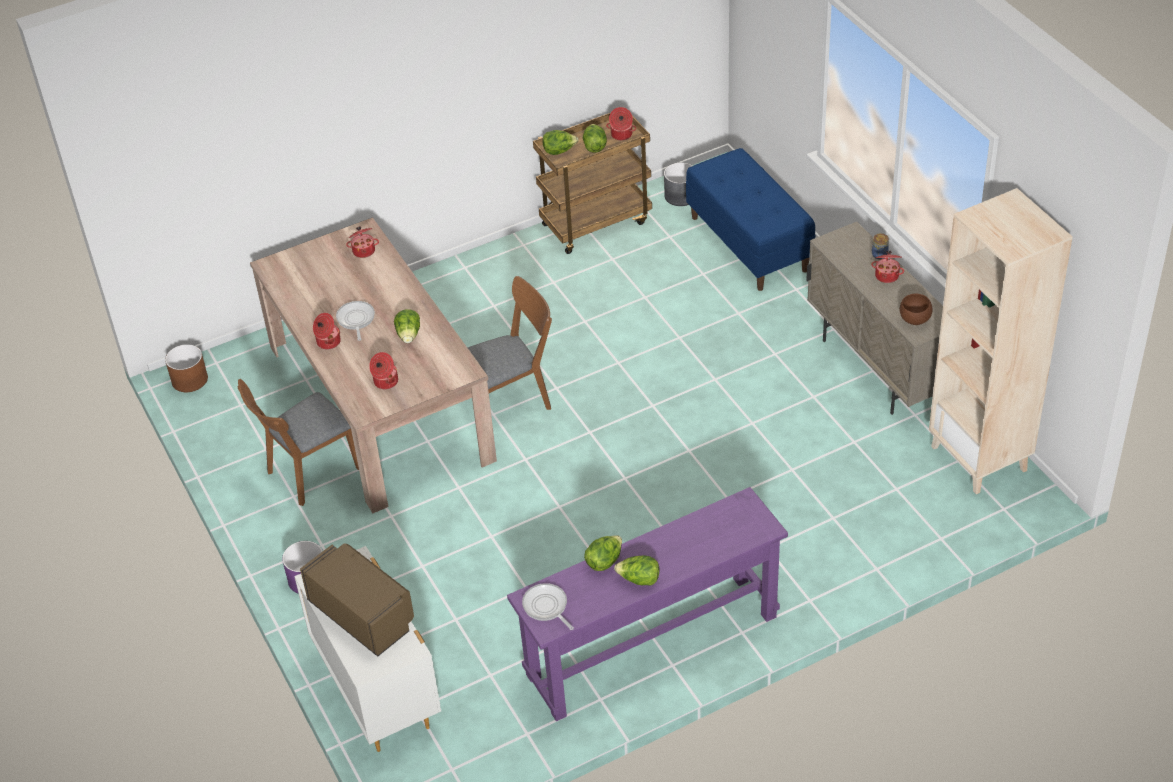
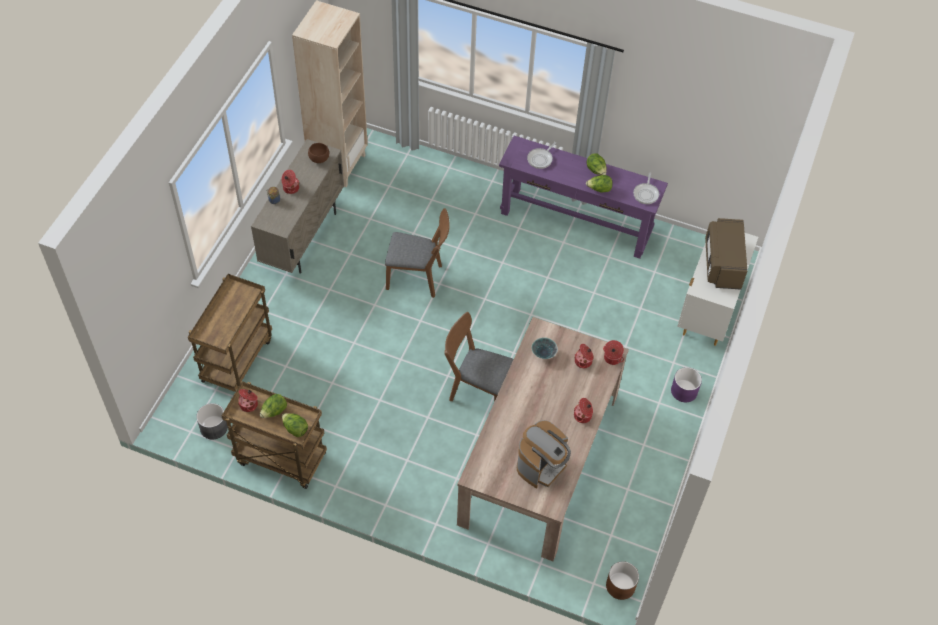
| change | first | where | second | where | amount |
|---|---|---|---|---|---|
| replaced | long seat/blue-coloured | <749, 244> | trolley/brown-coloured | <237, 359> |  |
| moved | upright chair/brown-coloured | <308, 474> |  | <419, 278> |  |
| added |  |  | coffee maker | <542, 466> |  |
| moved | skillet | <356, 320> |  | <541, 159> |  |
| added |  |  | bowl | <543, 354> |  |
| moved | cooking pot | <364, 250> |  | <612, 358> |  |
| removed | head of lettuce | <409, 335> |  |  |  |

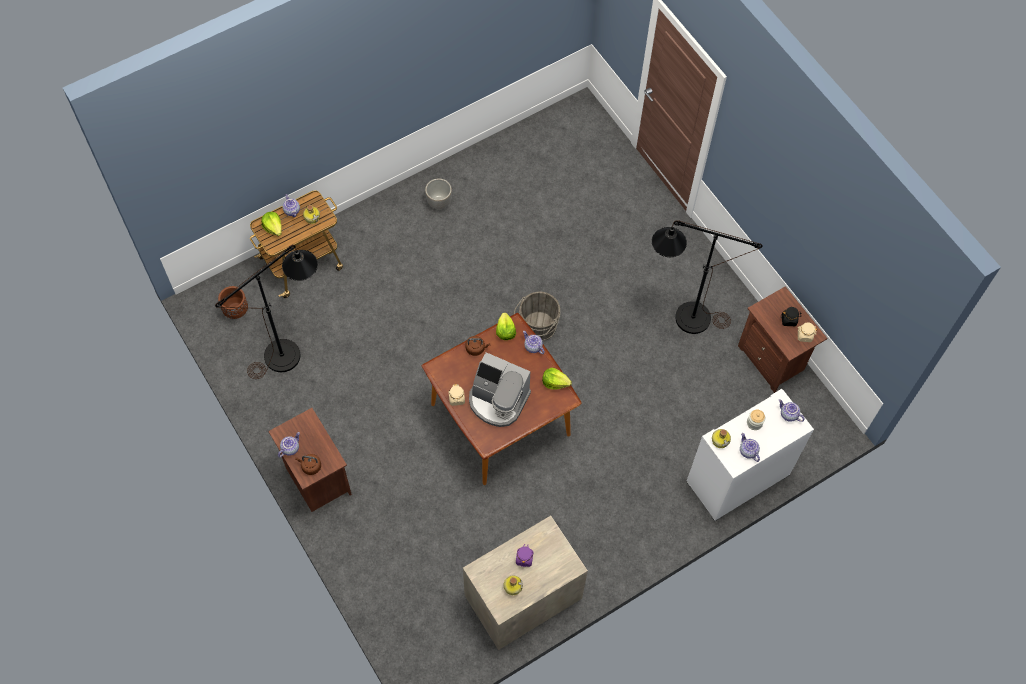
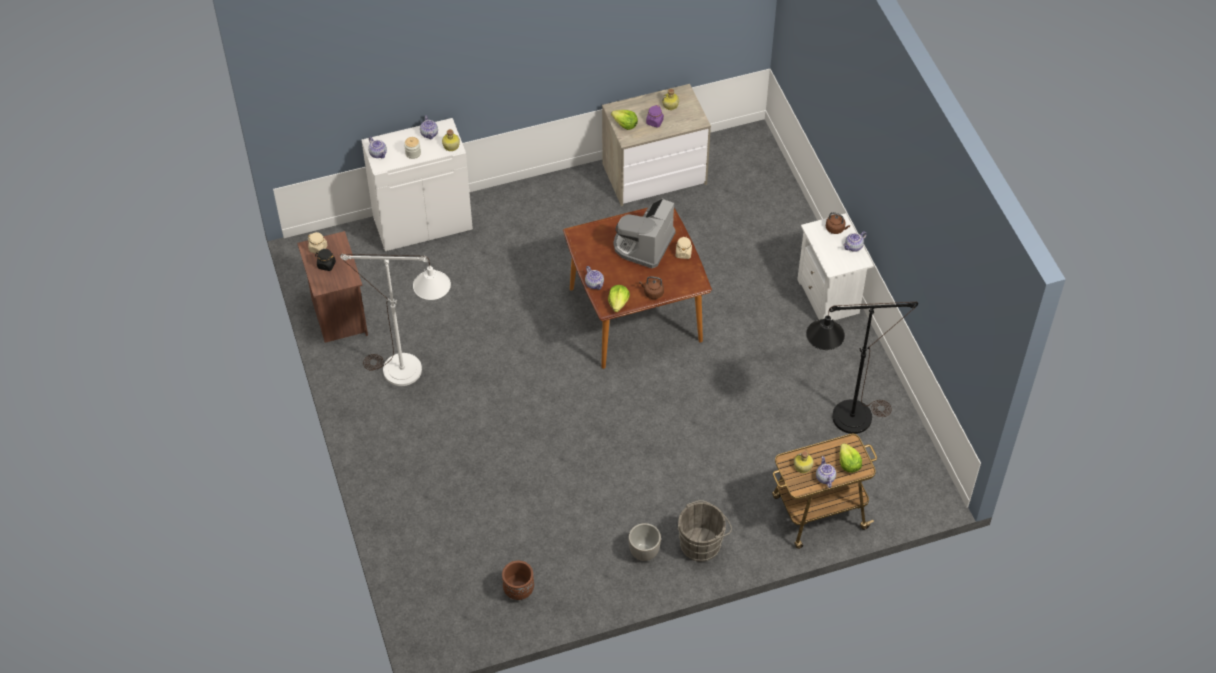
| change | first | where | second | where | amount |
|---|---|---|---|---|---|
| recoloured | standard lamp/black | <682, 317> | standard lamp/white-coloured | <413, 373> |  |
| moved | plant pot/brown-coloured | <236, 310> |  | <519, 590> |  |
| moved | head of lettuce | <555, 382> |  | <625, 124> |  |
| turned | coffee maker | <498, 400> |  | <643, 244> | 105 degrees counterclockwise |
| moved | water bucket/gray | <537, 328> |  | <702, 543> |  |
| recoloured | nightstand/brown-coloured | <316, 479> | nightstand/white-coloured | <829, 298> |  |

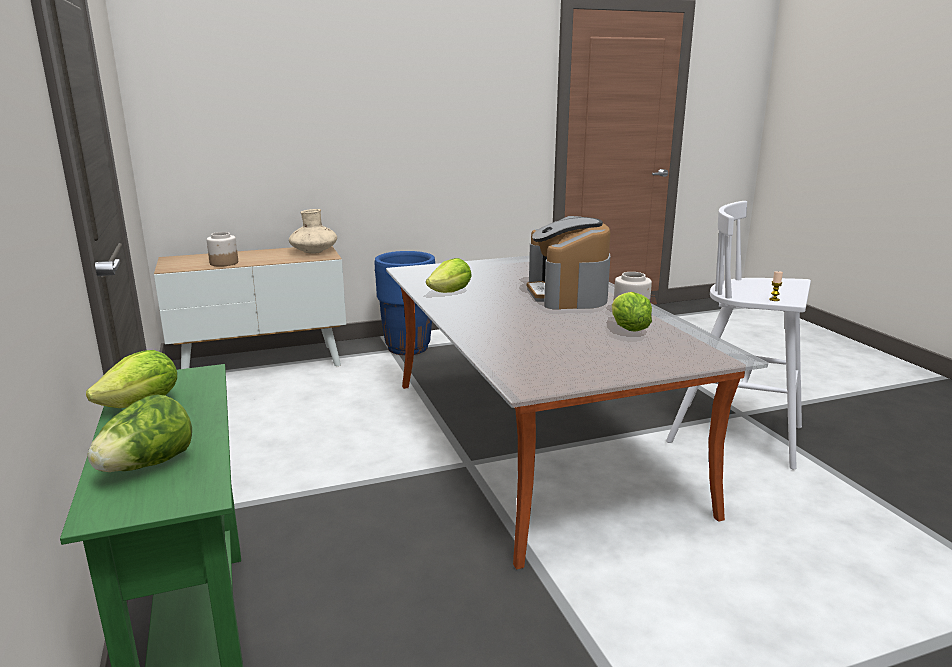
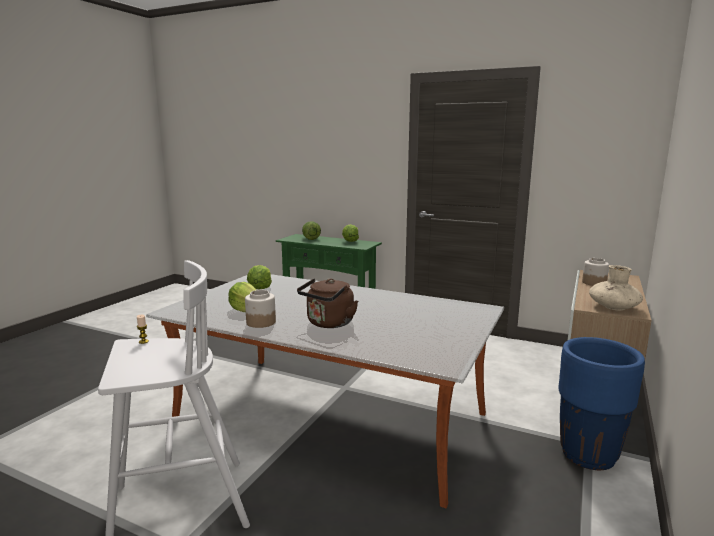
| change | first | where | second | where | amount |
|---|---|---|---|---|---|
| moved | head of lettuce | <450, 292> |  | <260, 288> |  |
| replaced | coffee maker | <567, 294> | tea kettle/brown-coloured | <328, 324> |  |

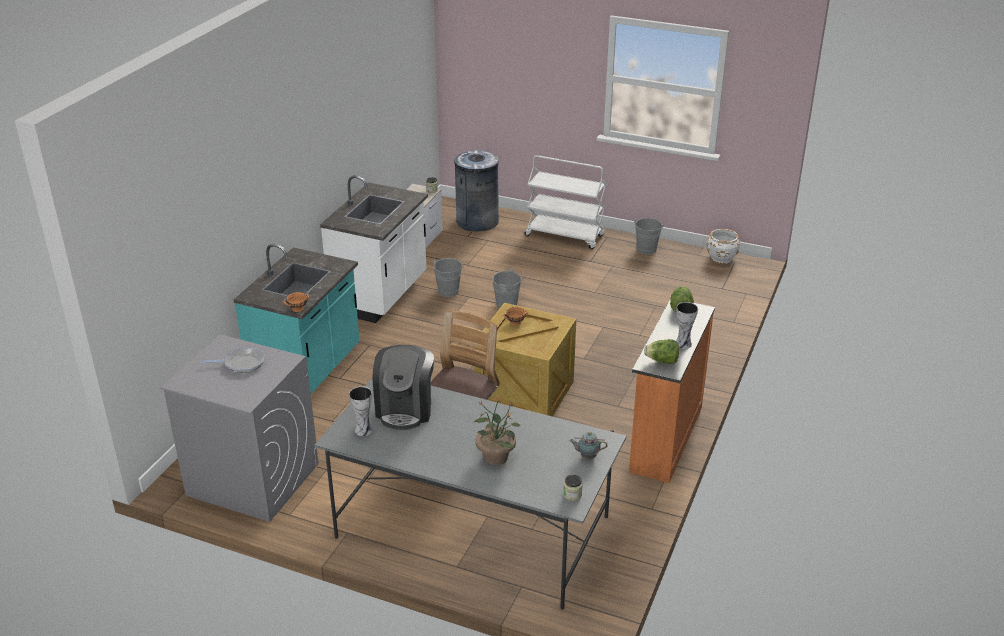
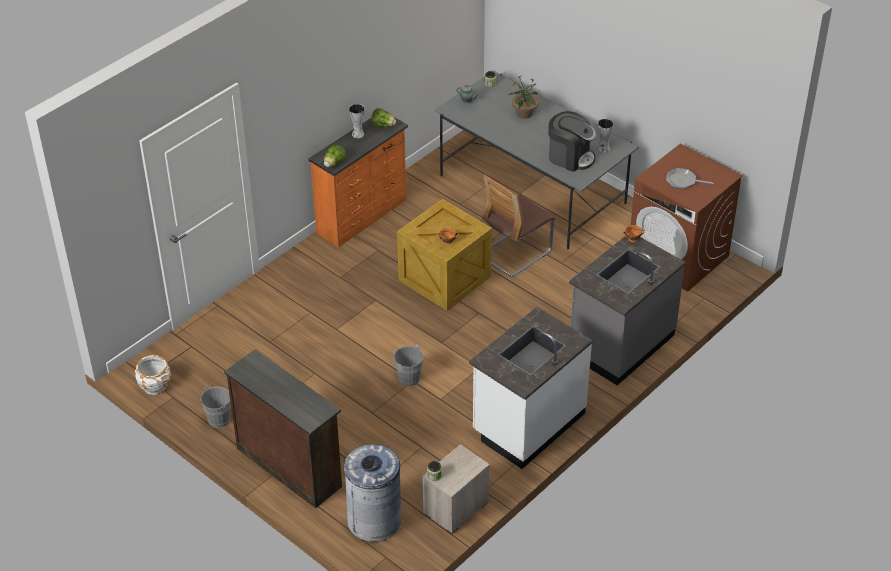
| change | first | where | second | where | amount |
|---|---|---|---|---|---|
| replaced | trolley/white-coloured | <565, 236> | dresser/brown-coloured | <289, 466> |  |
| turned | coffee maker | <405, 409> |  | <570, 157> | 90 degrees clockwise |
| recoloured | kitchen base unit/turquoise | <308, 372> | kitchen base unit/gray | <620, 344> |  |
| recoloured | washing machine/gray | <252, 479> | washing machine/brown-coloured | <678, 257> |  |
| removed | water bucket/gray | <449, 290> |  |  |  |

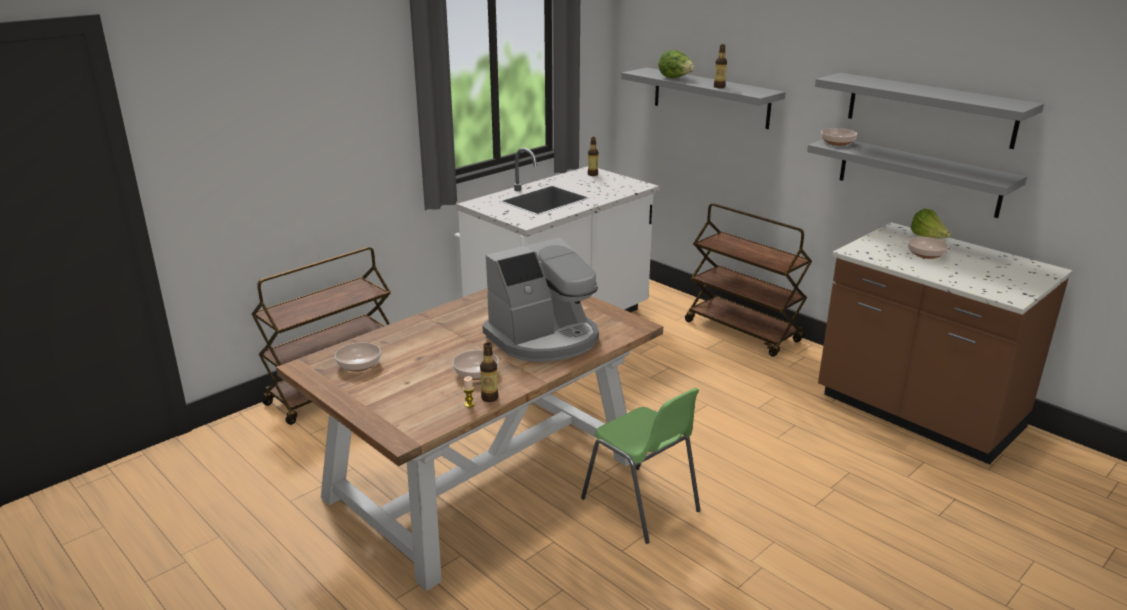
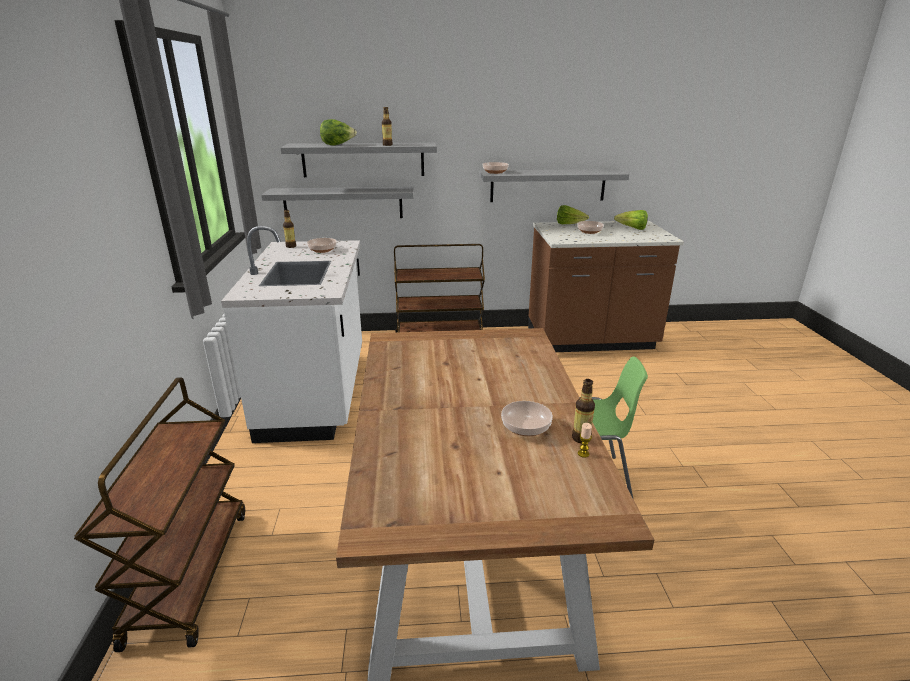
| change | first | where | second | where | amount |
|---|---|---|---|---|---|
| moved | bracket shelf/gray | <930, 109> |  | <343, 203> |  |
| moved | bowl | <360, 365> |  | <322, 250> |  |
| added |  |  | head of lettuce | <632, 229> |  |
| removed | coffee maker | <544, 338> |  |  |  |

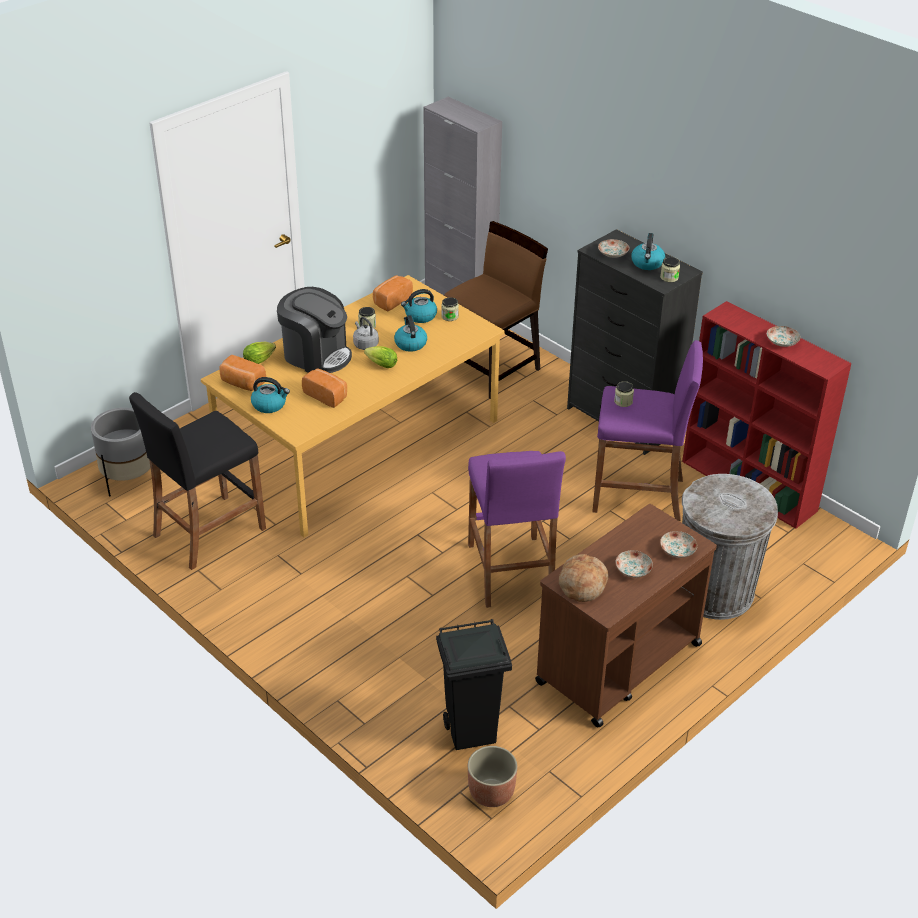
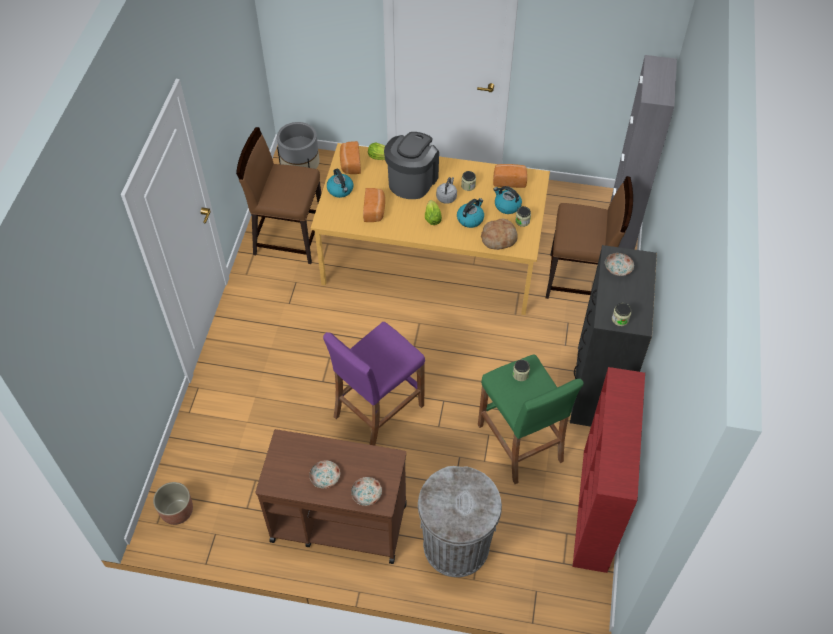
| change | first | where | second | where | amount |
|---|---|---|---|---|---|
| replaced | sitting stool/black | <208, 532> | upright chair/brown-coloured | <288, 237> |  |
| turned | coffee maker | <316, 355> |  | <412, 180> | 150 degrees counterclockwise |
| recoloured | sitting stool/purple-coloured | <638, 495> | sitting stool/green-coloured | <520, 443> |  |
| moved | bakery bread | <582, 584> |  | <499, 238> |  |
| removed | rubbish bin/black | <472, 732> |  |  |  |
| removed | tea kettle | <647, 263> |  |  |  |
| removed | plate | <782, 342> |  |  |  |

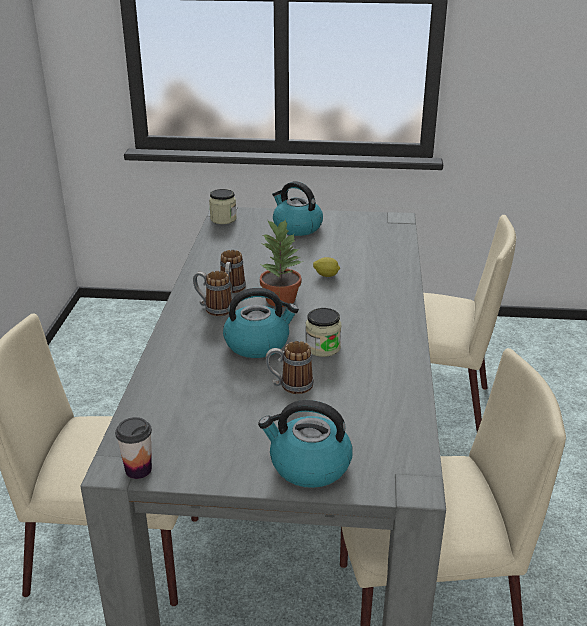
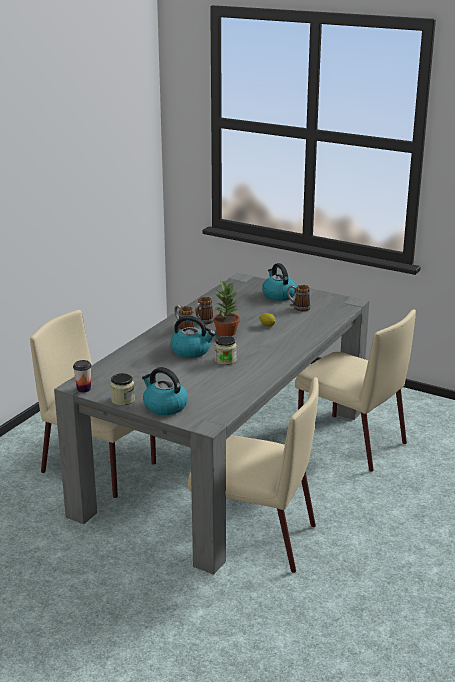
| change | first | where | second | where | amount |
|---|---|---|---|---|---|
| moved | storage jar | <223, 219> |  | <123, 400> |  |
| moved | coffee mug | <289, 386> |  | <298, 308> |  |

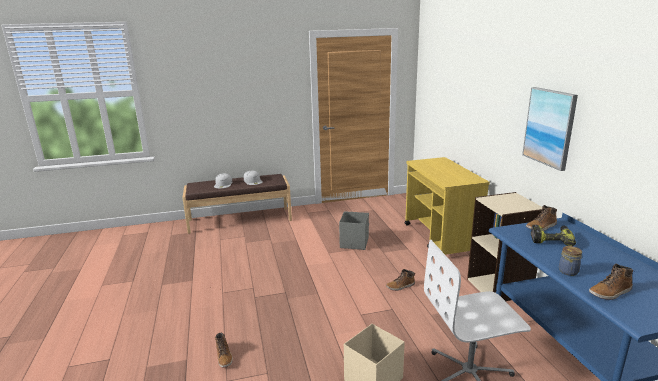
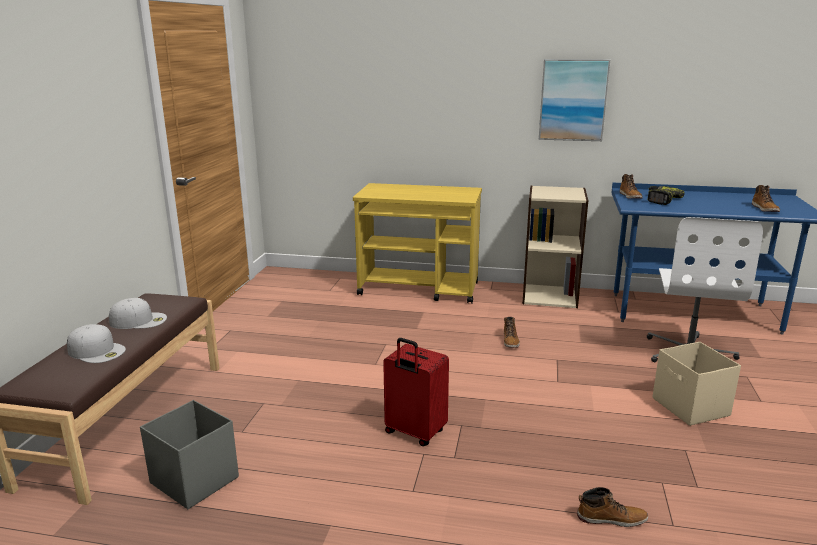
| change | first | where | second | where | amount |
|---|---|---|---|---|---|
| moved | storage box/gray | <354, 242> |  | <194, 480> |  |
| added |  |  | suitcase/red-coloured | <414, 433> |  |
| removed | storage jar | <568, 271> |  |  |  |

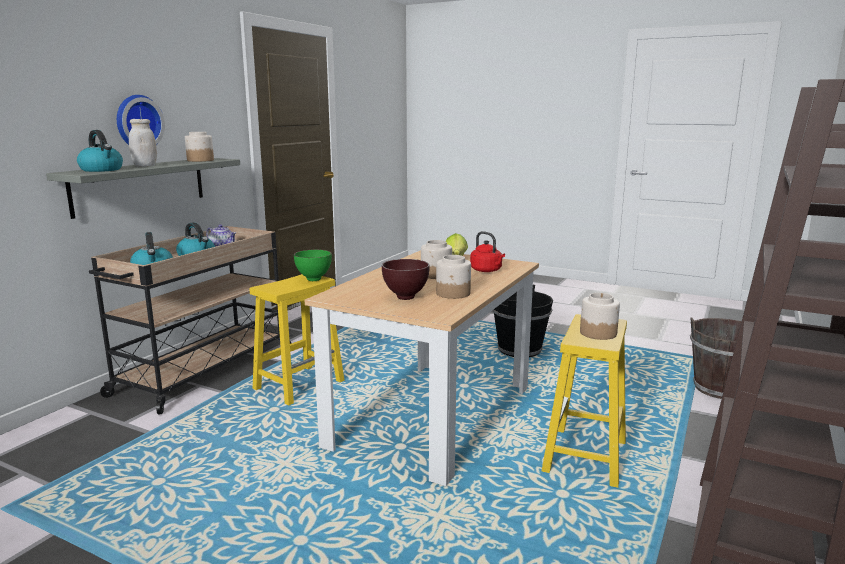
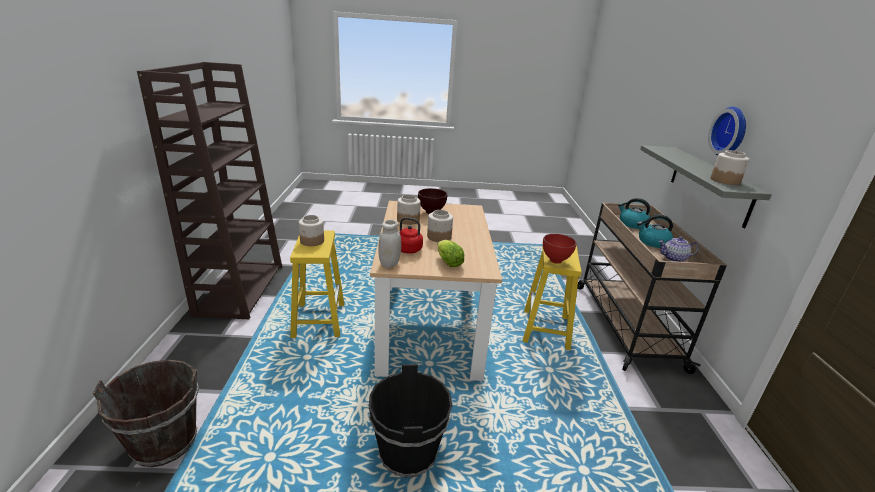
| change | first | where | second | where | amount |
|---|---|---|---|---|---|
| moved | storage jar/white-coloured | <145, 166> |  | <389, 264> |  |
| recoloured | bowl/green-coloured | <313, 280> | bowl/red-coloured | <555, 261> |  |
| removed | tea kettle | <102, 170> |  |  |  |

